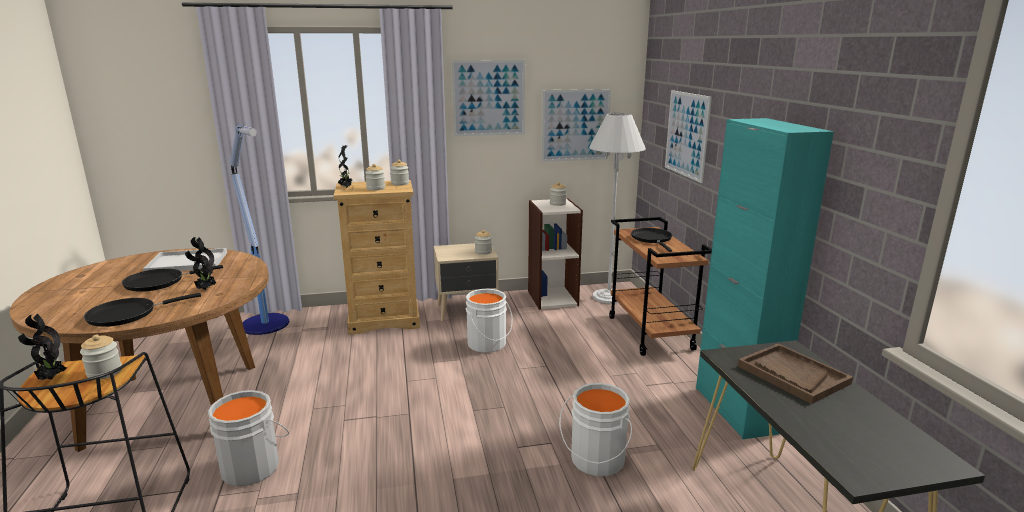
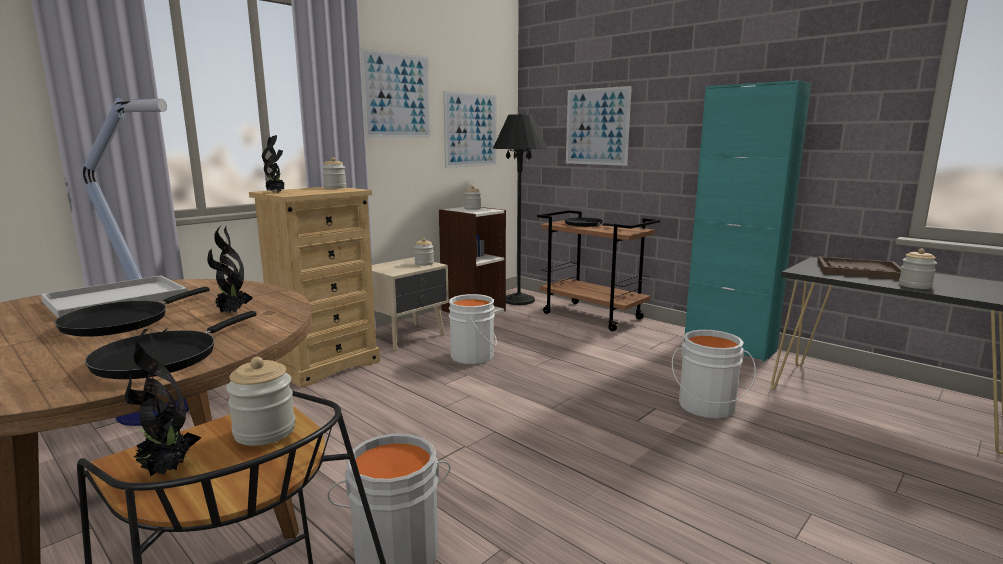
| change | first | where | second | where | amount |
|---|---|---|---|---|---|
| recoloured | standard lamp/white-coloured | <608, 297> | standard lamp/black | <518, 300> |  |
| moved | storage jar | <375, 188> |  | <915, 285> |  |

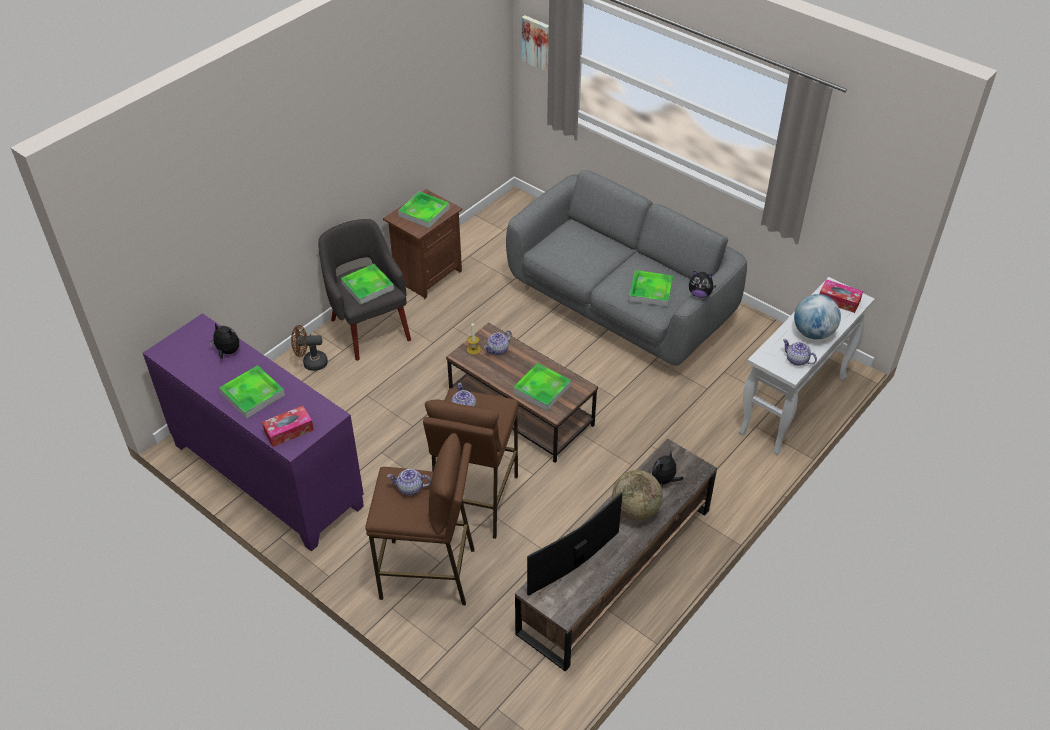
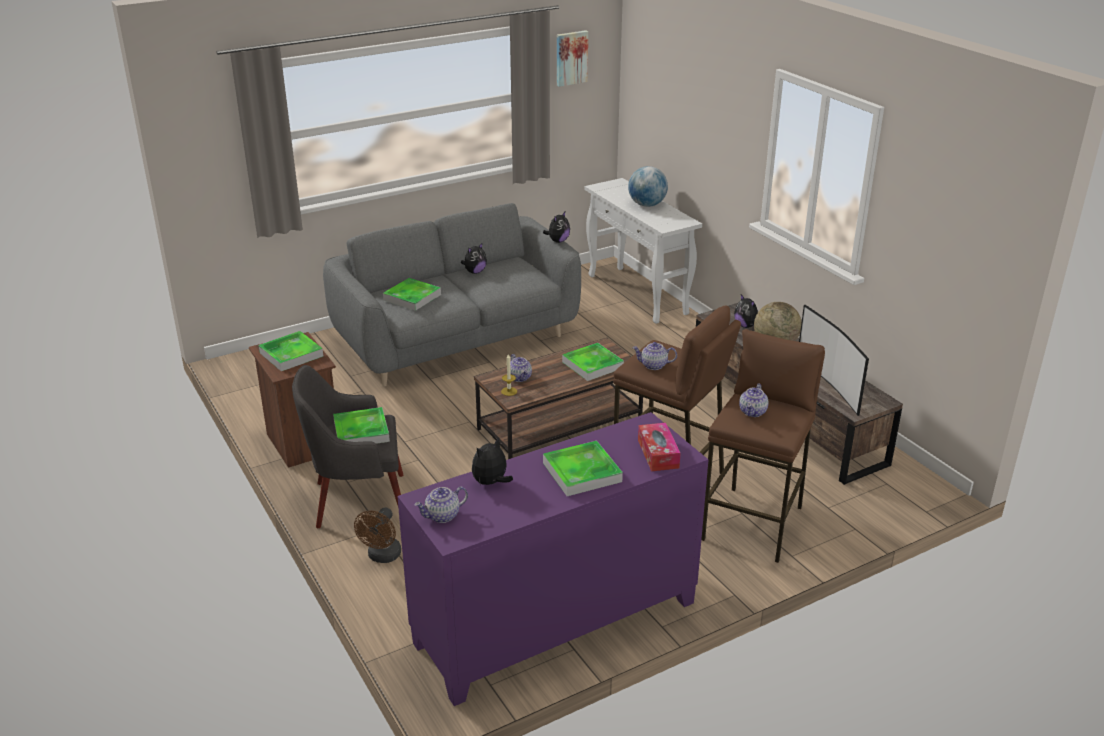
| change | first | where | second | where | amount |
|---|---|---|---|---|---|
| moved | tray | <650, 291> |  | <412, 297> |  |
| moved | teapot | <796, 360> |  | <442, 516> |  |
| added |  |  | plush toy | <475, 272> |  |
| moved | wall picture | <537, 42> |  | <571, 58> |  |
| removed | tissue box | <839, 300> |  |  |  |

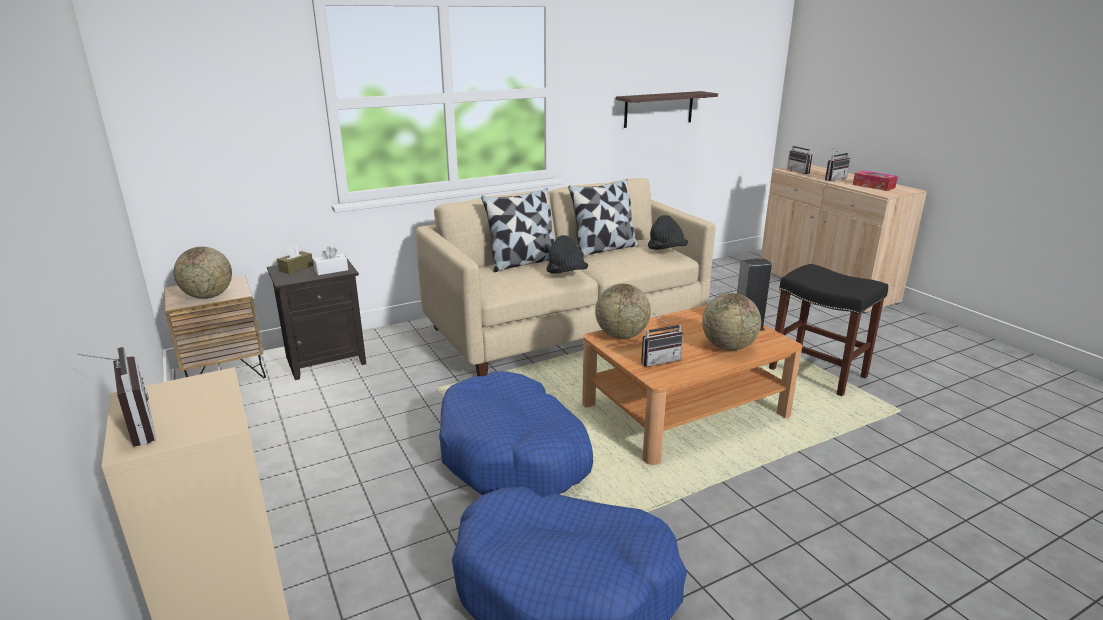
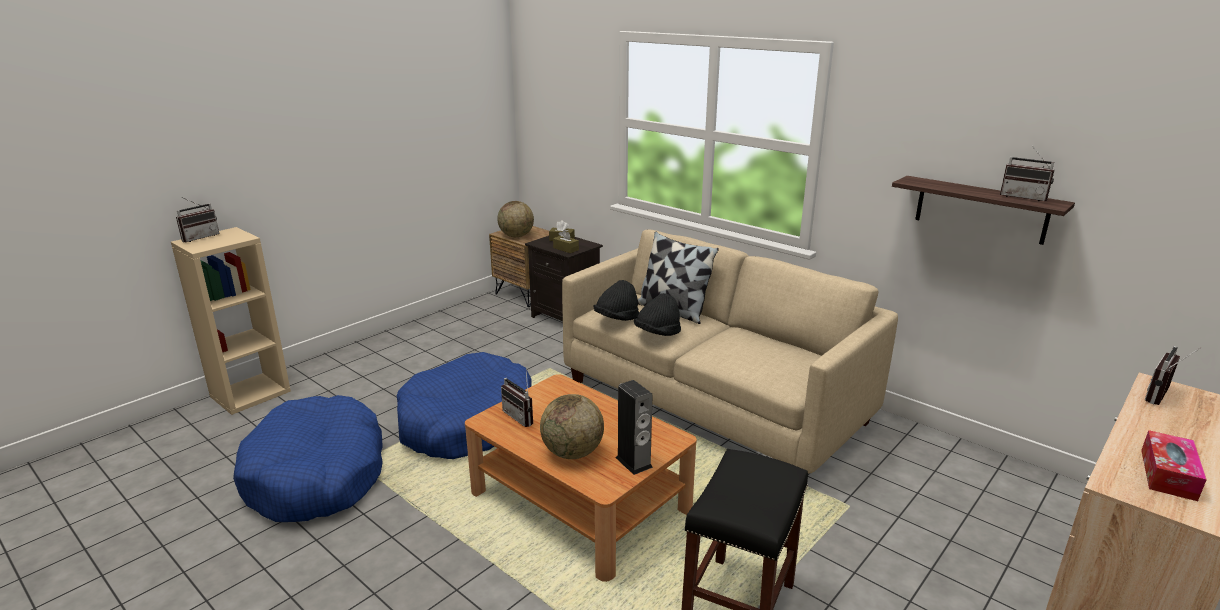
| change | first | where | second | where | amount |
|---|---|---|---|---|---|
| recoloured | tissue box/white-coloured | <331, 270> | tissue box/brown-coloured | <566, 249> |  |
| moved | wearable hat/black | <666, 251> |  | <616, 318> |  |
| moved | radio | <833, 179> |  | <1024, 197> |  |
| removed | pillow | <604, 249> |  |  |  |
| removed | globe | <621, 335> |  |  |  |

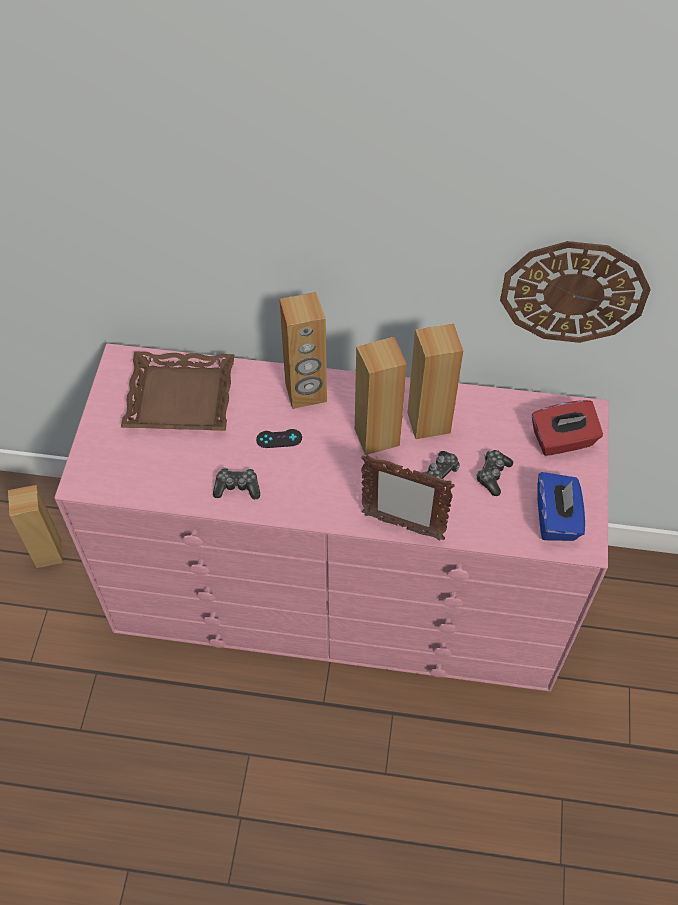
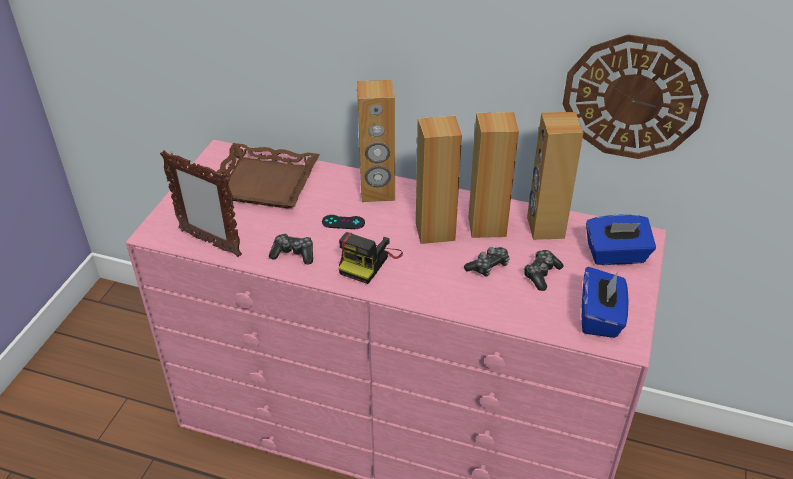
| change | first | where | second | where | amount |
|---|---|---|---|---|---|
| moved | photo frame | <402, 526> |  | <210, 243> |  |
| added |  |  | still camera | <368, 261> |  |
| moved | speaker/brown-coloured | <48, 553> |  | <544, 227> |  |
| recoloured | tissue box/red-coloured | <562, 440> | tissue box/blue-coloured | <616, 255> |  |

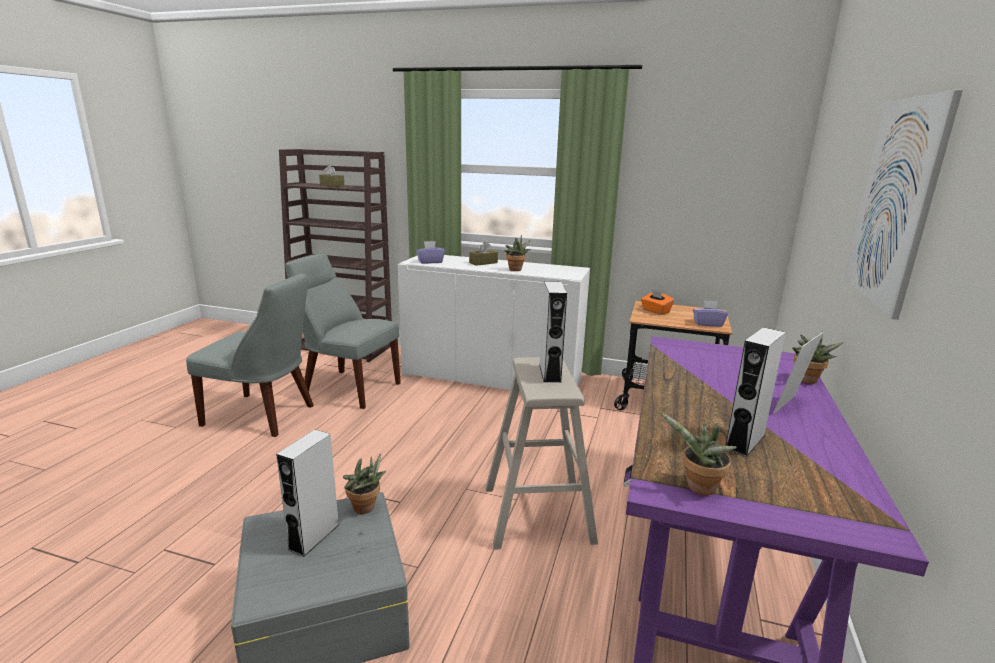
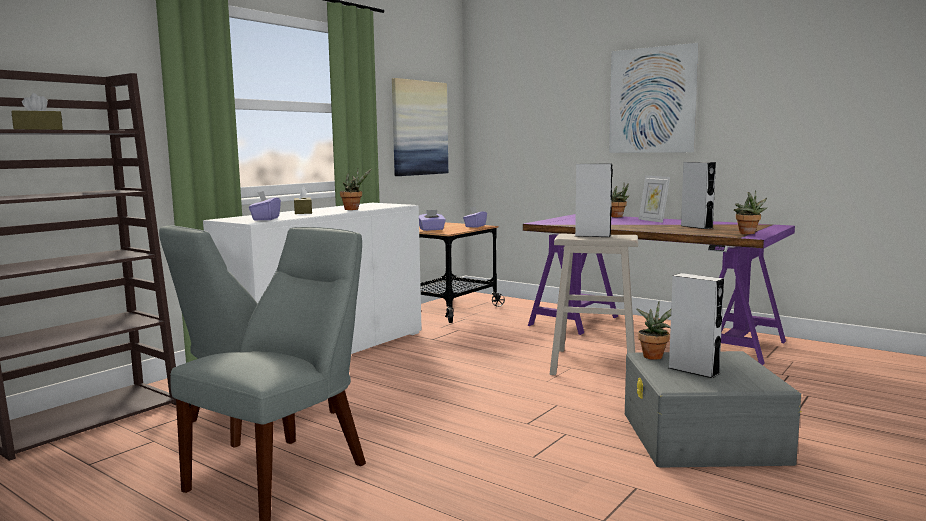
| change | first | where | second | where | amount |
|---|---|---|---|---|---|
| added |  |  | wall picture | <419, 128> |  |
| recoloured | tissue box/orangey | <655, 311> | tissue box/purple-coloured | <431, 229> |  |

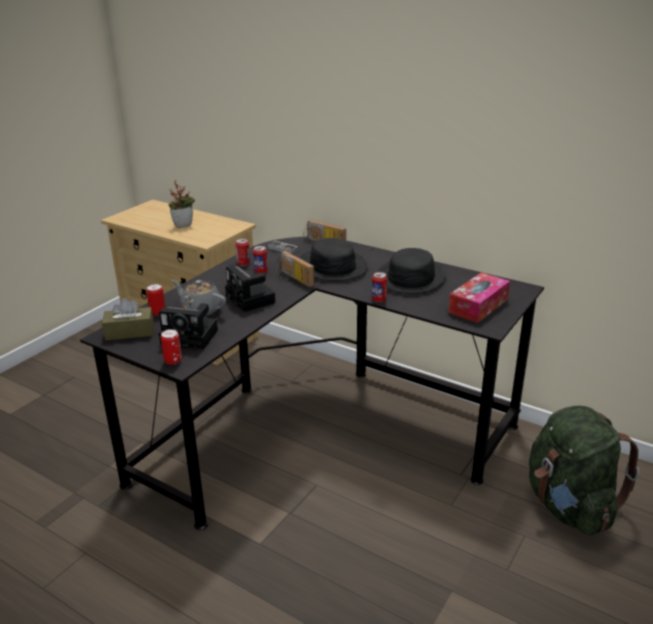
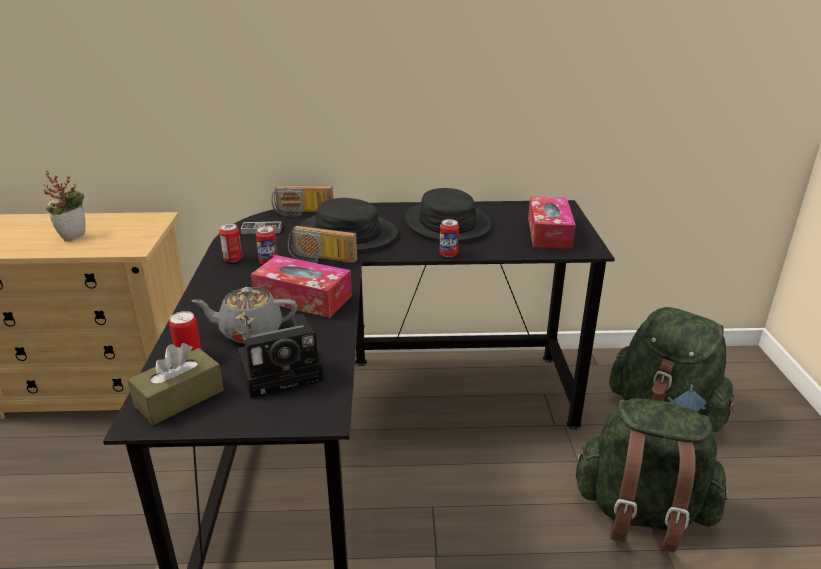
| change | first | where | second | where | amount |
|---|---|---|---|---|---|
| replaced | still camera | <252, 300> | tissue box | <303, 298> |  |
| added |  |  | knapsack/green-coloured | <641, 513> |  |
| removed | sealed can | <173, 361> |  |  |  |

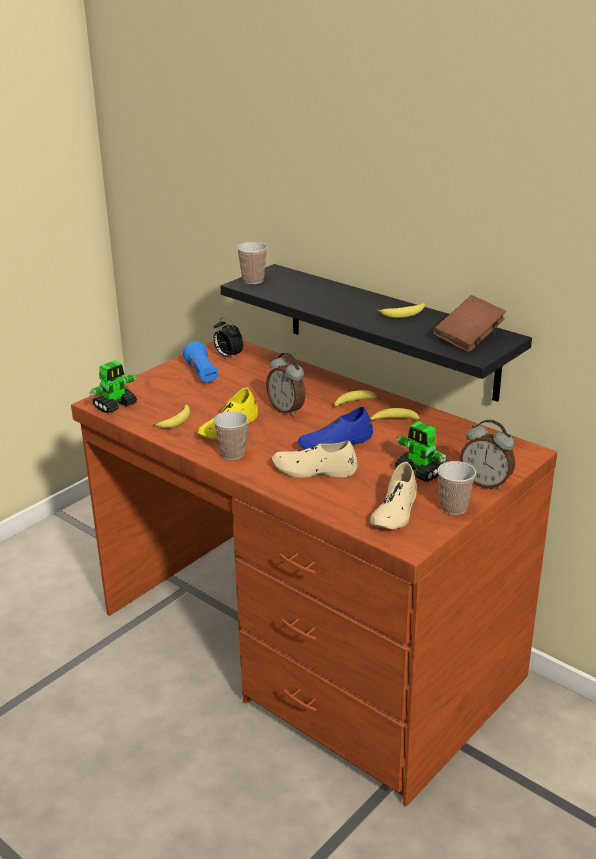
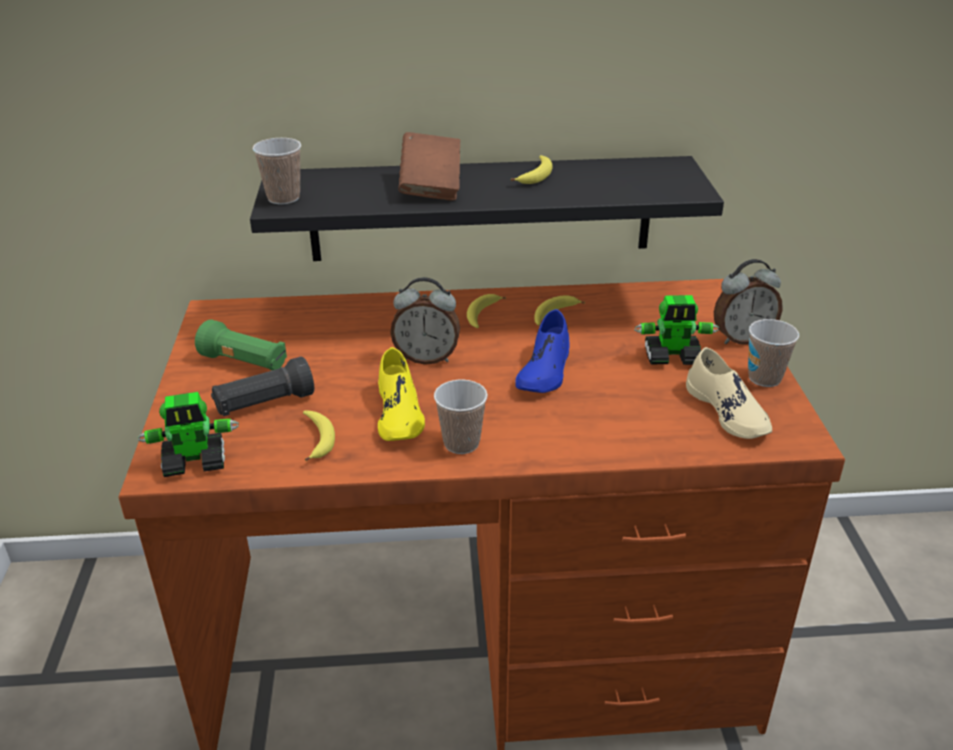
| change | first | where | second | where | amount |
|---|---|---|---|---|---|
| turned | robot figure | <115, 405> |  | <195, 462> | 75 degrees clockwise |
| recoloured | flashlight/blue-coloured | <202, 374> | flashlight/green-coloured | <245, 363> |  |
| added |  |  | flashlight/black | <264, 404> |  |
| moved | book/brown-coloured | <468, 338> |  | <431, 187> |  |
| removed | alarm clock | <228, 356> |  |  |  |
| removed | low shoe/sand-coloured | <314, 470> |  |  |  |

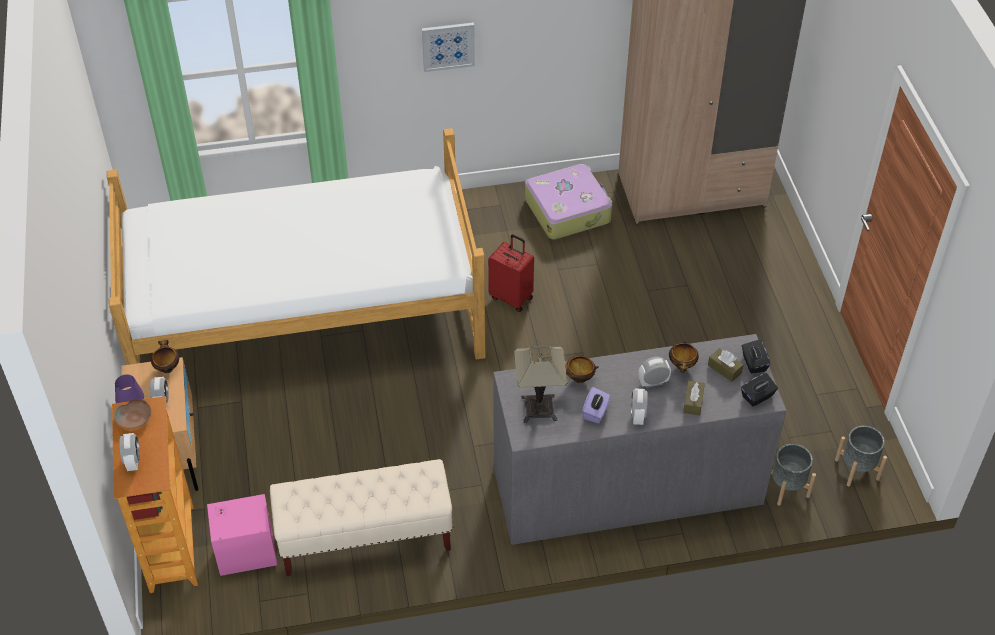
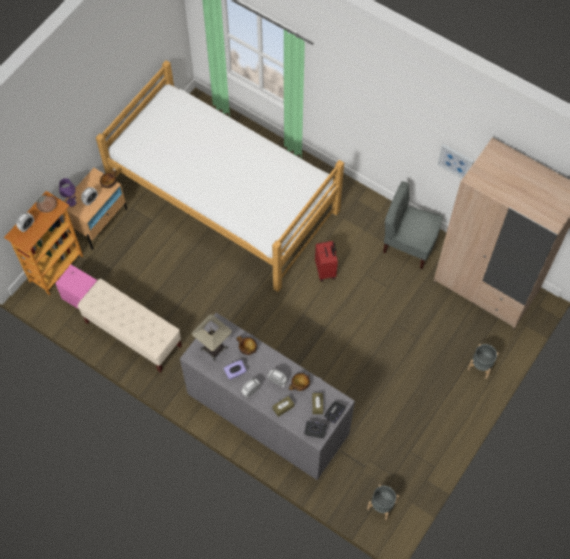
| change | first | where | second | where | amount |
|---|---|---|---|---|---|
| replaced | suitcase | <568, 210> | upright chair/gray | <409, 244> |  |
| moved | wall picture | <448, 46> |  | <456, 161> |  |
| moved | plant pot/gray | <786, 487> |  | <481, 365> |  |

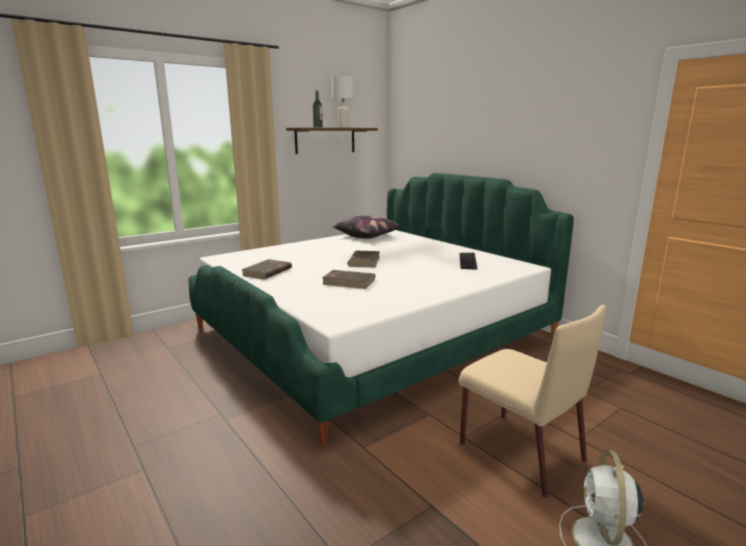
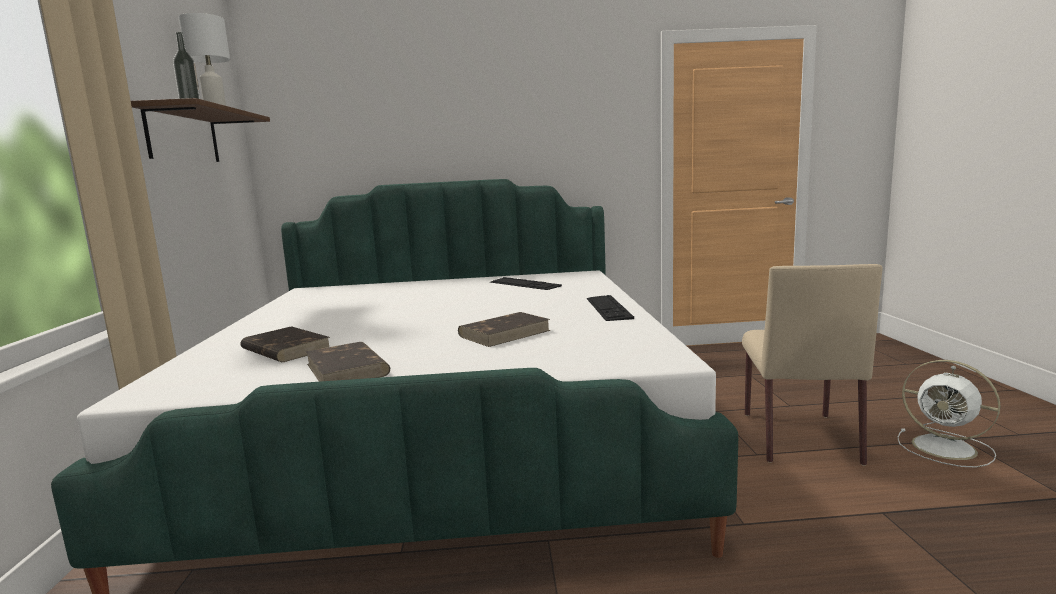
| change | first | where | second | where | amount |
|---|---|---|---|---|---|
| moved | book/brown-coloured | <364, 261> |  | <285, 349> |  |
| added |  |  | computer keyboard | <608, 308> |  |
| turned | upright chair/sand-coloured | <519, 451> |  | <798, 436> | 105 degrees clockwise |
| removed | pillow | <367, 236> |  |  |  |

